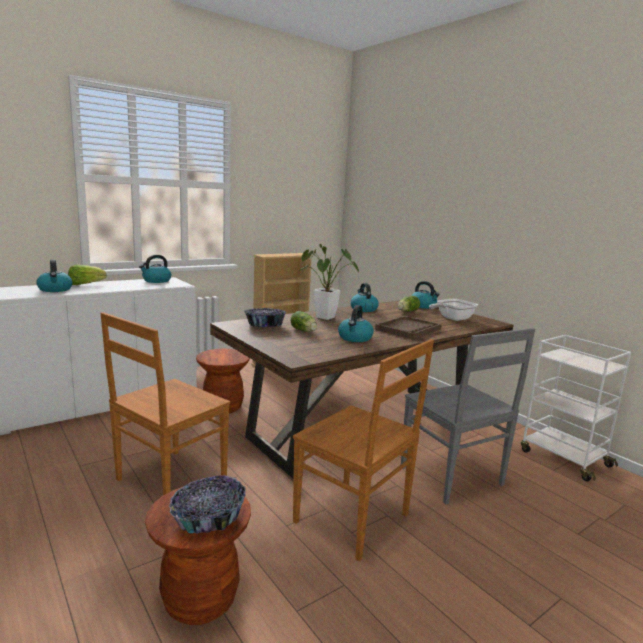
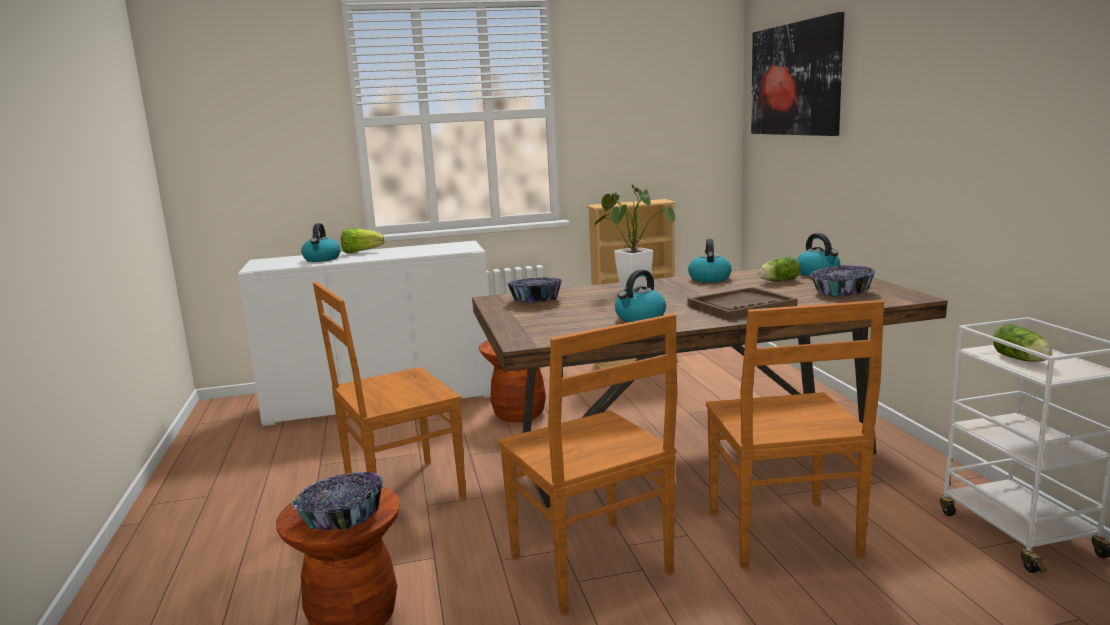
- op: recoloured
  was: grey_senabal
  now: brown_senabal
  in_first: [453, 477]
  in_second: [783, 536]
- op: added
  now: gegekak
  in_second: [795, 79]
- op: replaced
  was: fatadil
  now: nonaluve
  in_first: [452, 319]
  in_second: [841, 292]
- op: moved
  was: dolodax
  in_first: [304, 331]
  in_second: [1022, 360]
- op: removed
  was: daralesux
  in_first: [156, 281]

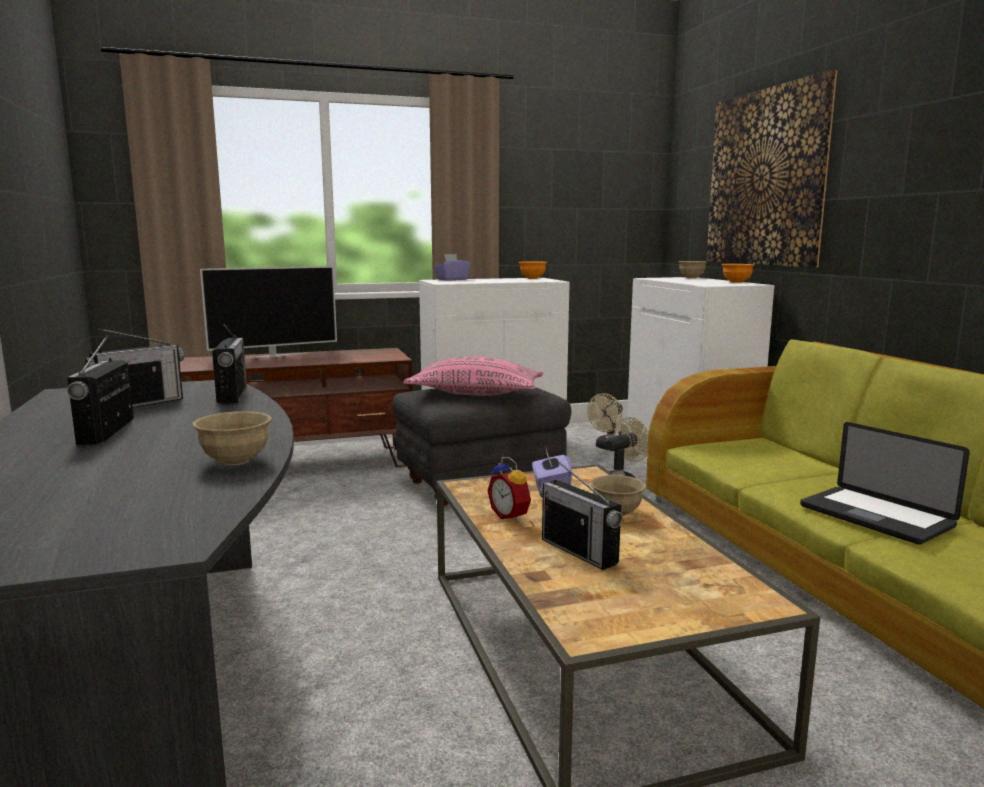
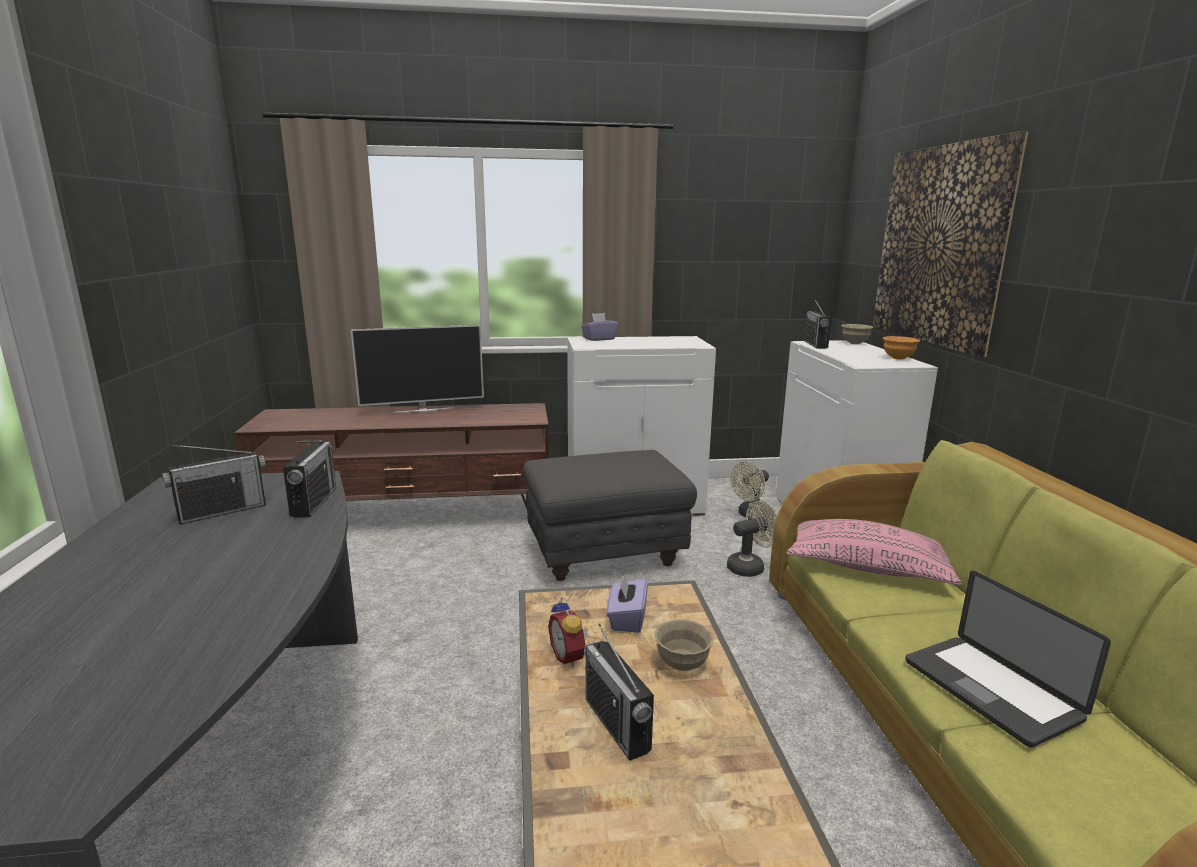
- op: moved
  was: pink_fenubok
  in_first: [475, 394]
  in_second: [868, 567]
- op: moved
  was: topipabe
  in_first: [106, 431]
  in_second: [815, 345]
- op: removed
  was: beige_nonaluve
  in_first: [235, 461]
- op: removed
  was: orange_nonaluve
  in_first: [532, 278]

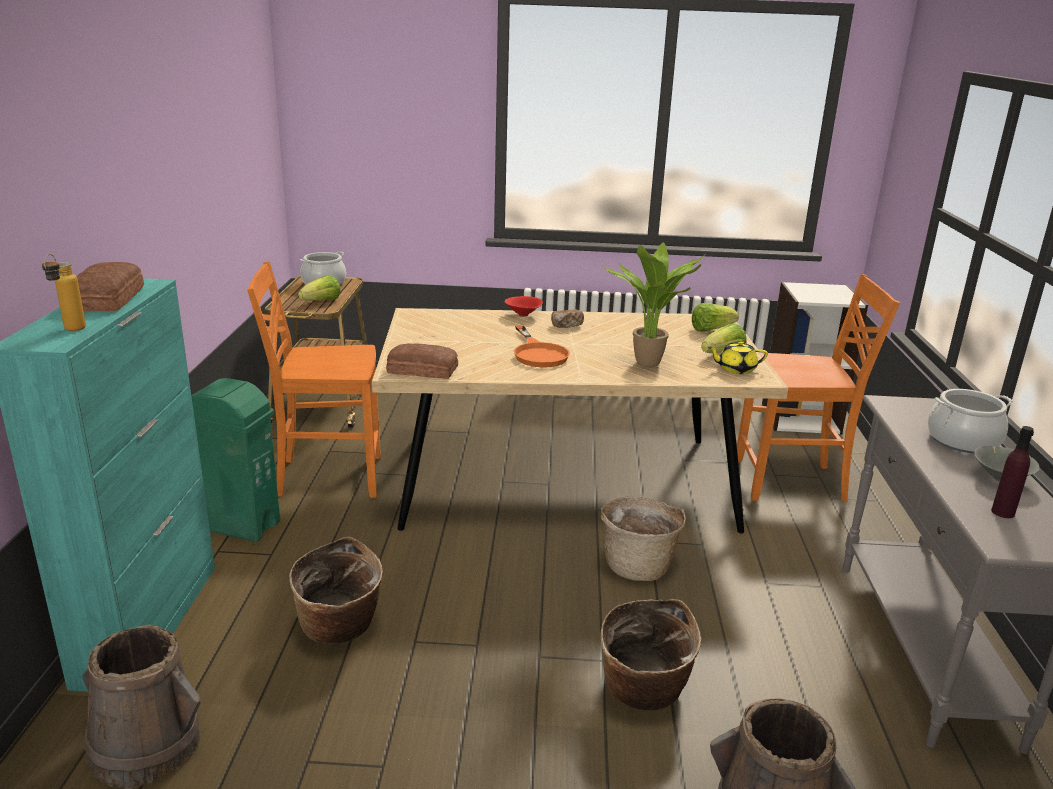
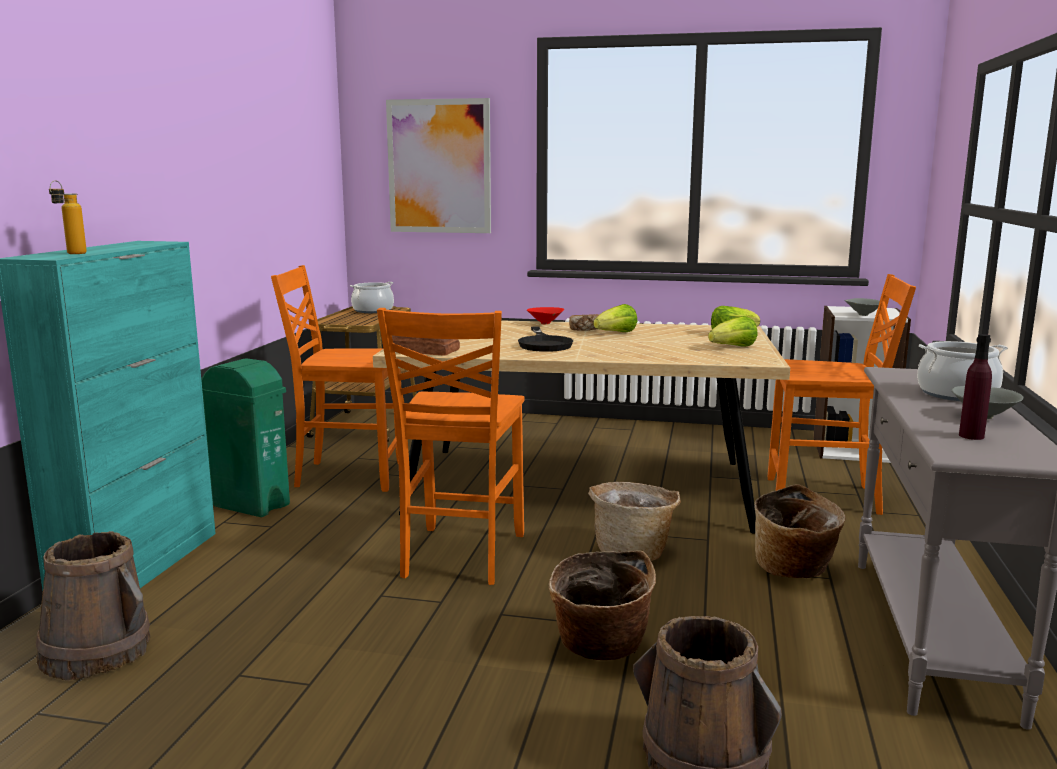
- op: added
  now: orange_senabal
  in_second: [460, 556]
- op: added
  now: gegekak
  in_second: [439, 166]
- op: recoloured
  was: orange_fatadil
  now: black_fatadil
  in_first: [538, 353]
  in_second: [544, 344]
- op: moved
  was: dolodax
  in_first: [322, 301]
  in_second: [616, 333]
- op: moved
  was: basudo
  in_first: [339, 628]
  in_second: [794, 570]
- op: added
  now: grey_nonaluve
  in_second: [862, 315]
- op: removed
  was: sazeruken
  in_first: [110, 298]
- op: removed
  was: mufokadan
  in_first: [651, 365]
- op: removed
  was: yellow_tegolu
  in_first: [735, 369]

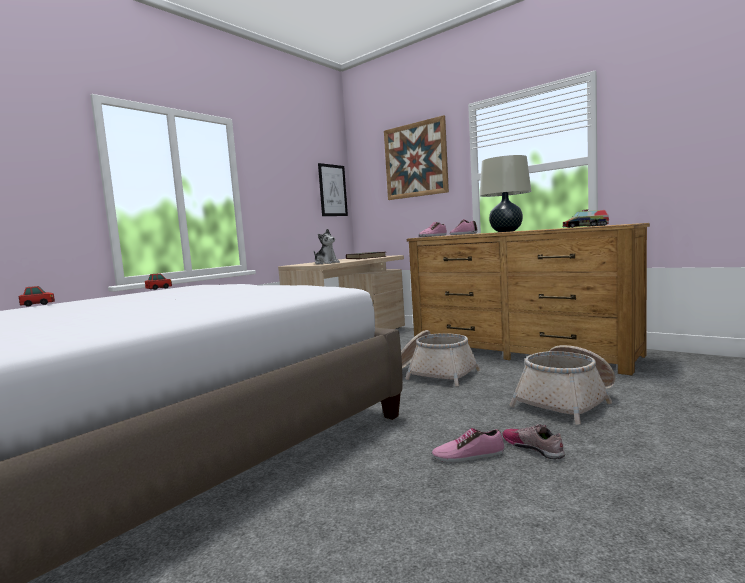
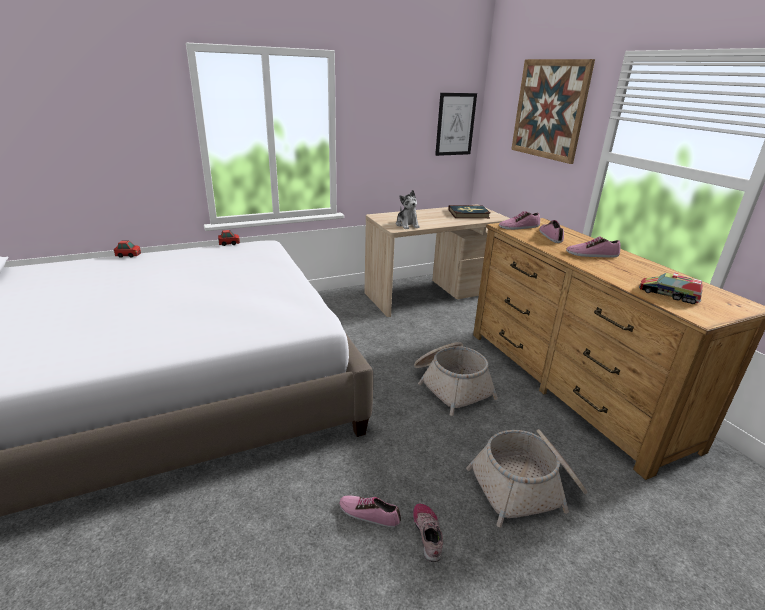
- op: replaced
  was: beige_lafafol
  now: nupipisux
  in_first: [506, 231]
  in_second: [591, 254]

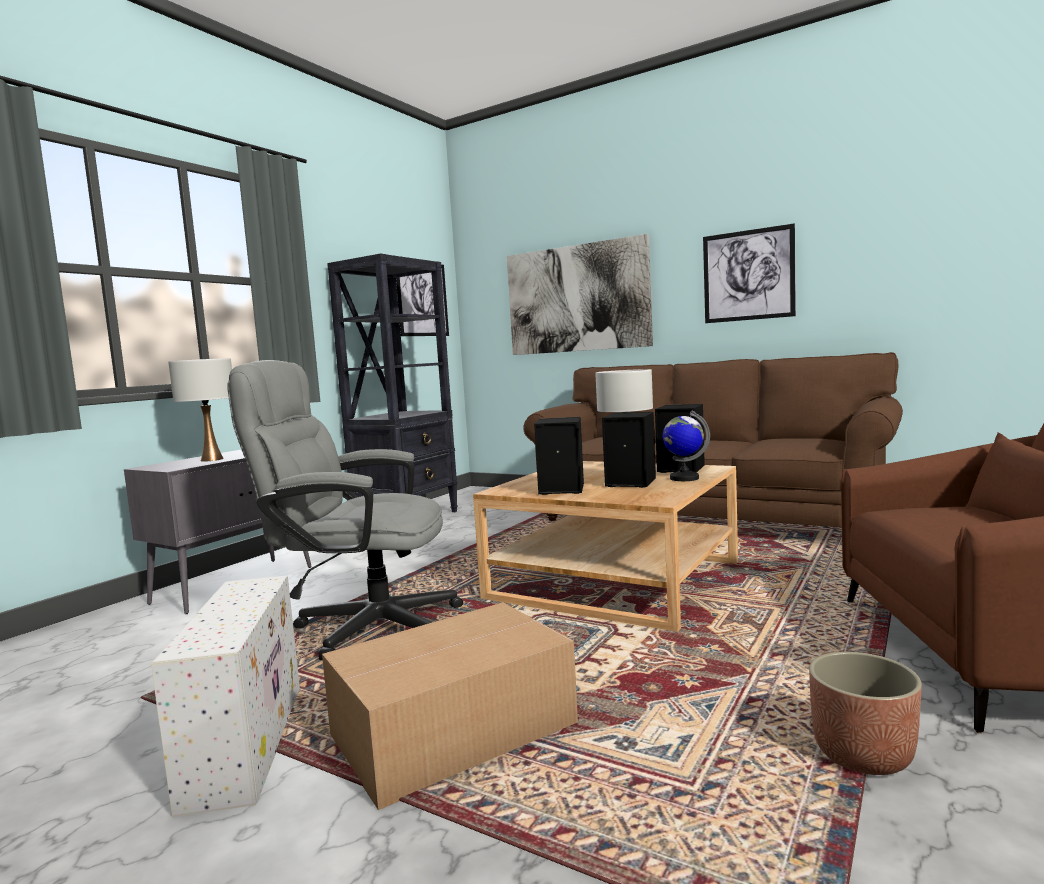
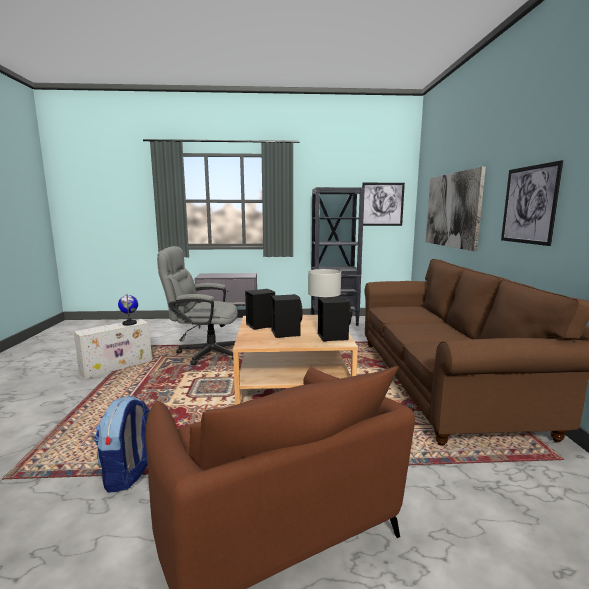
- op: replaced
  was: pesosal
  now: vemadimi
  in_first: [863, 755]
  in_second: [129, 473]
- op: moved
  was: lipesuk
  in_first: [684, 478]
  in_second: [129, 323]
- op: turned
  was: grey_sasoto
  in_first: [362, 626]
  in_second: [204, 353]
  clockwise: -60
- op: removed
  was: white_lafafol
  in_first: [212, 459]
- op: removed
  was: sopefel
  in_first: [450, 731]

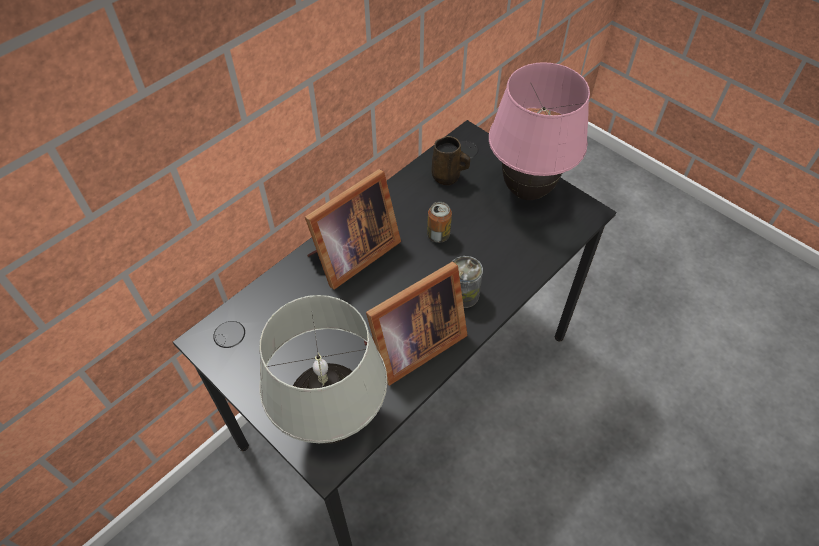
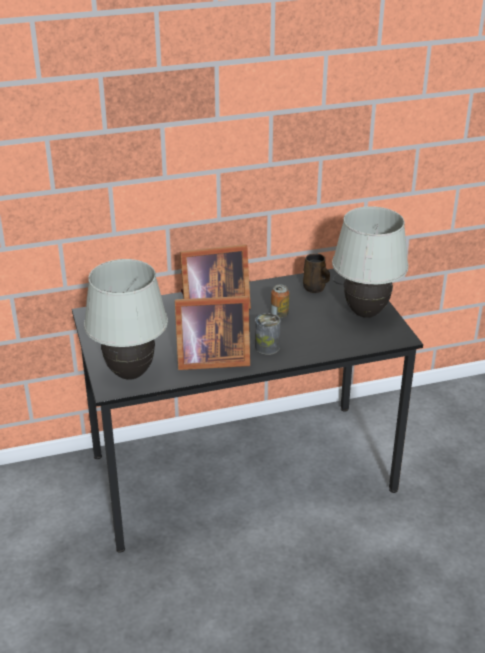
- op: recoloured
  was: pink_lafafol
  now: white_lafafol
  in_first: [526, 191]
  in_second: [365, 312]

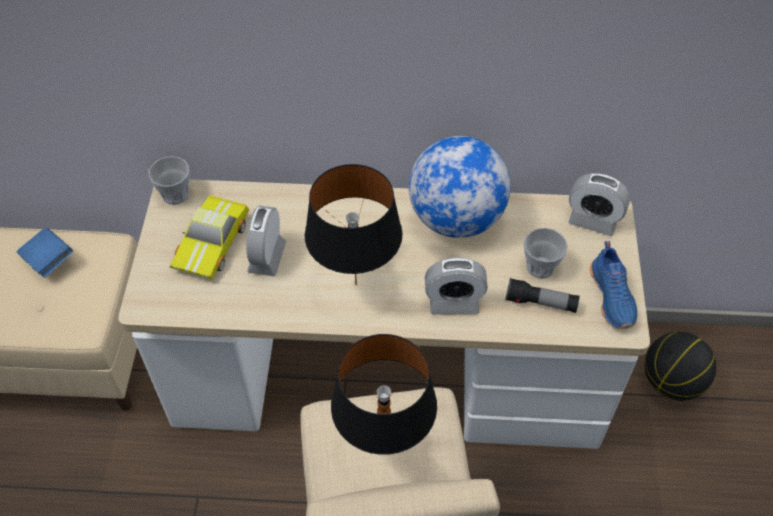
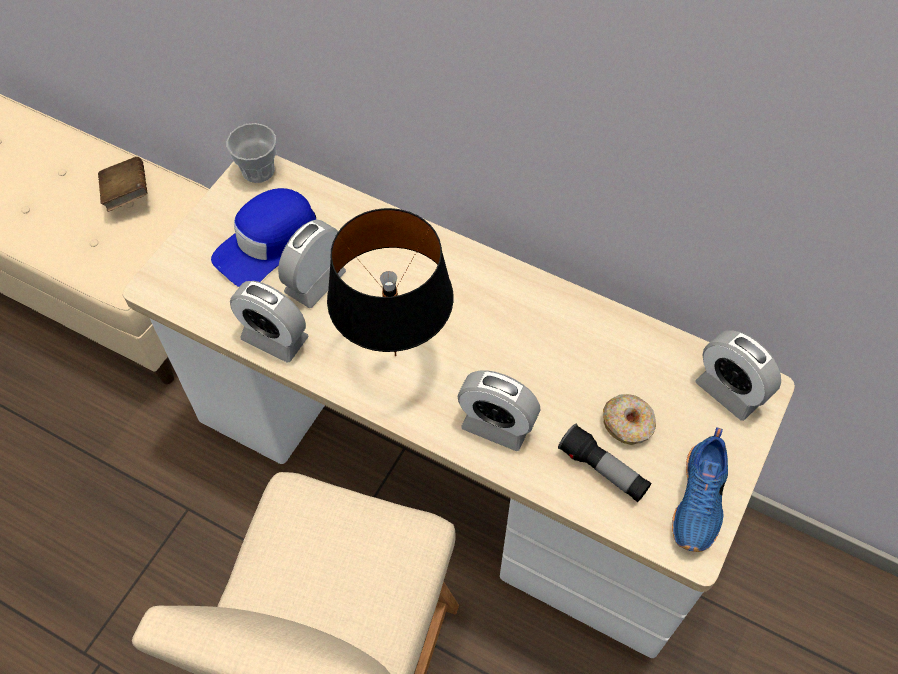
- op: recoloured
  was: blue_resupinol
  now: brown_resupinol
  in_first: [49, 261]
  in_second: [127, 194]
- op: replaced
  was: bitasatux
  now: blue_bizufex
  in_first: [214, 243]
  in_second: [267, 243]
- op: added
  now: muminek
  in_second: [274, 338]
- op: replaced
  was: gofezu
  now: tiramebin
  in_first: [540, 267]
  in_second: [628, 424]
- op: removed
  was: black_lafafol
  in_first: [383, 447]
- op: removed
  was: lipesuk
  in_first: [456, 219]
- op: removed
  was: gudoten
  in_first: [672, 382]

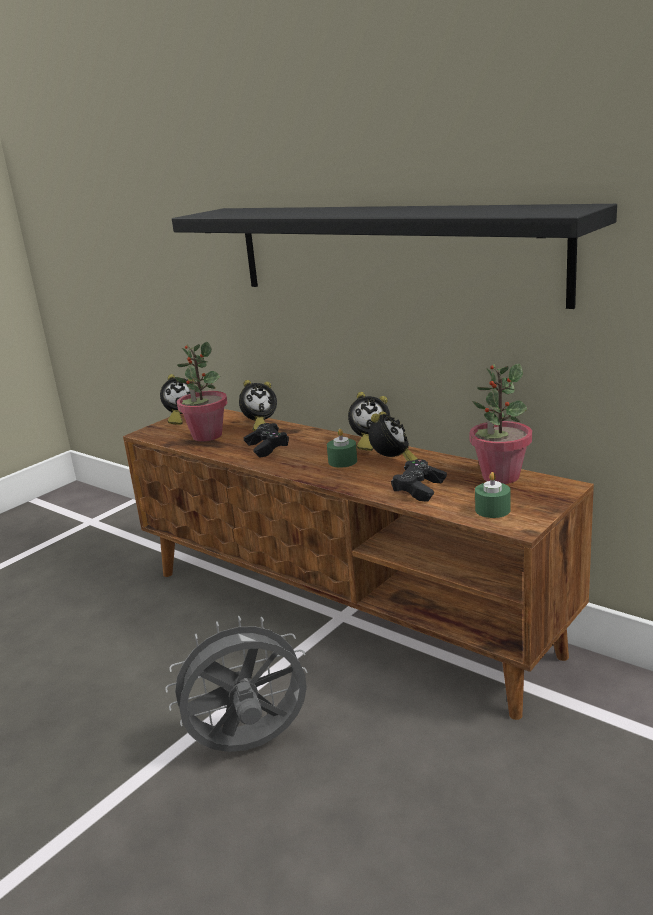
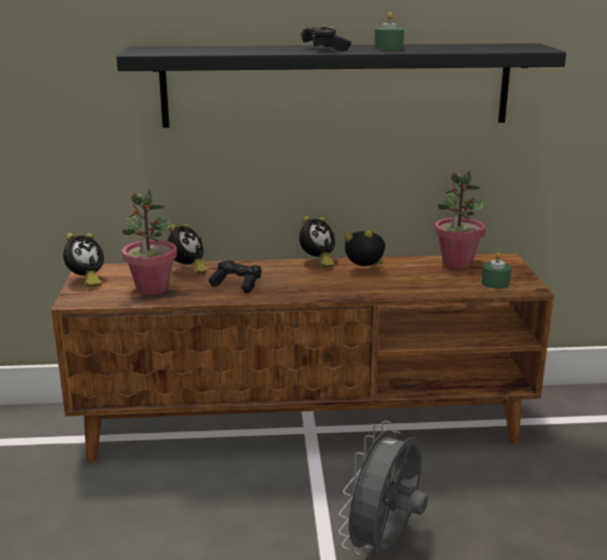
- op: moved
  was: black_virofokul
  in_first: [419, 489]
  in_second: [325, 49]
- op: turned
  was: muminek
  in_first: [392, 462]
  in_second: [365, 271]
  clockwise: -45
- op: moved
  was: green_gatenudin
  in_first: [342, 461]
  in_second: [388, 48]

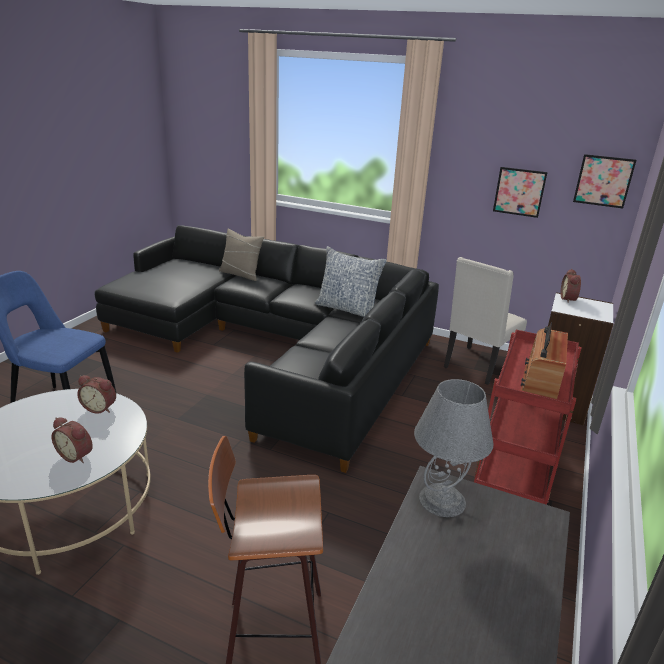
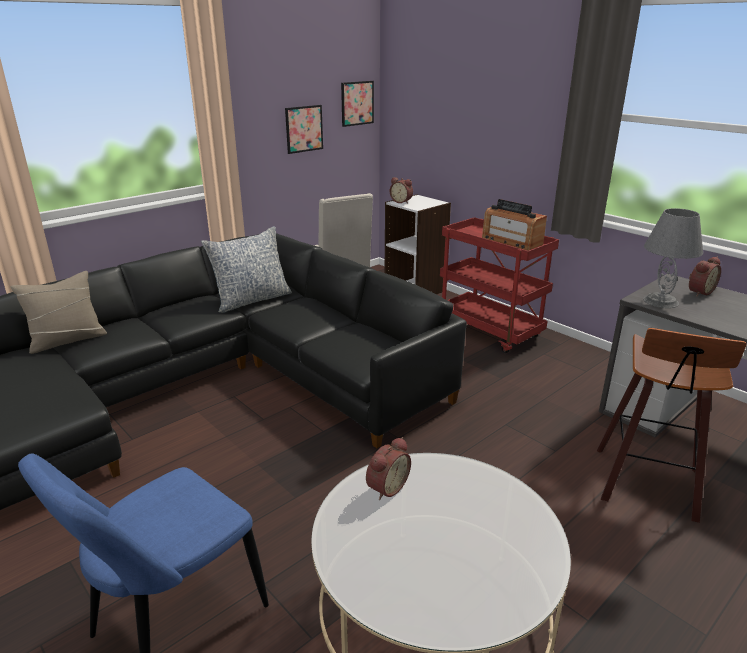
- op: moved
  was: muminek
  in_first: [77, 455]
  in_second: [698, 292]

